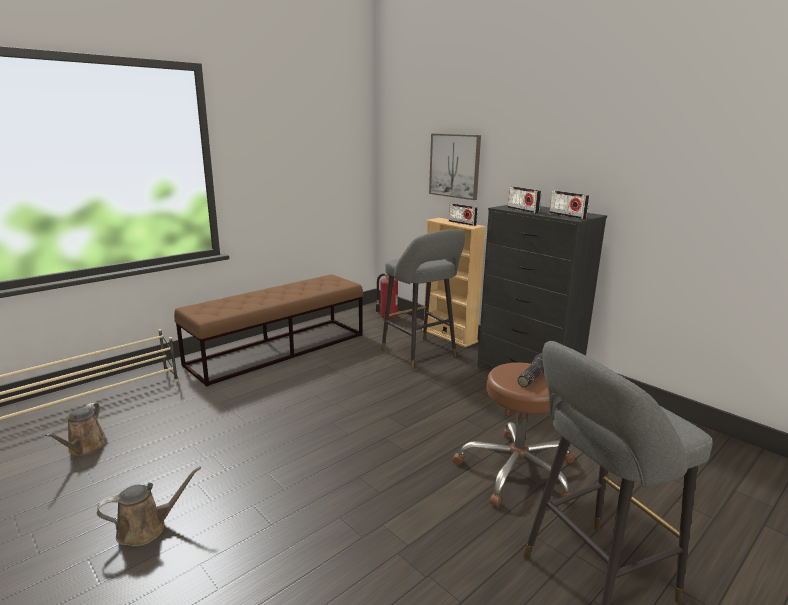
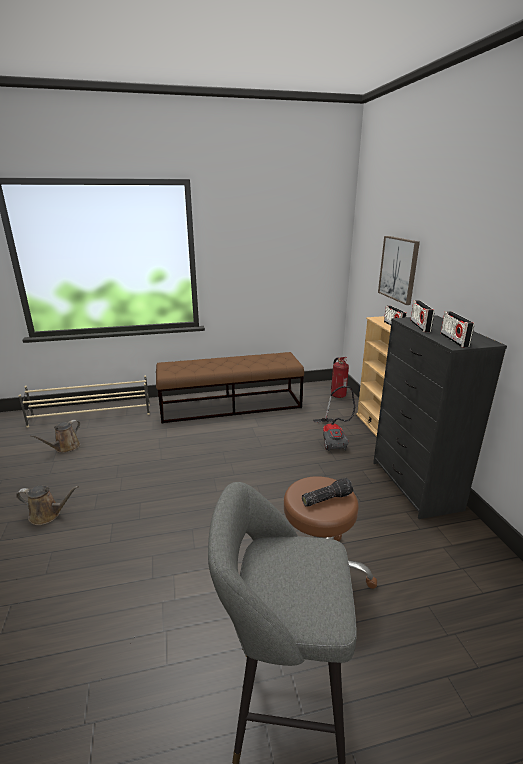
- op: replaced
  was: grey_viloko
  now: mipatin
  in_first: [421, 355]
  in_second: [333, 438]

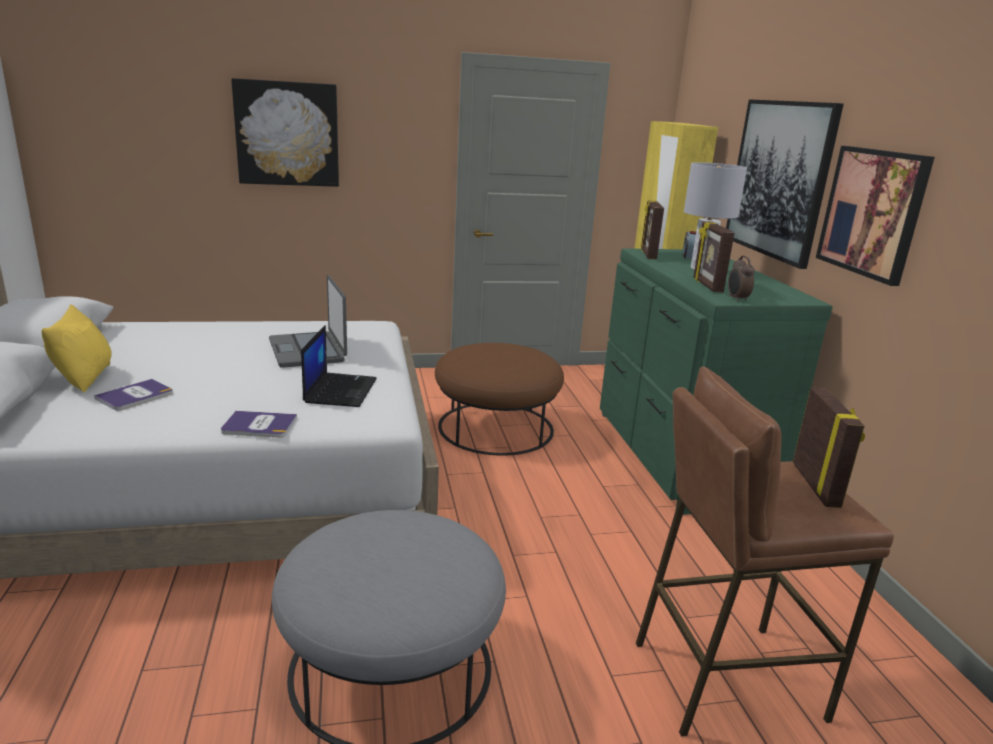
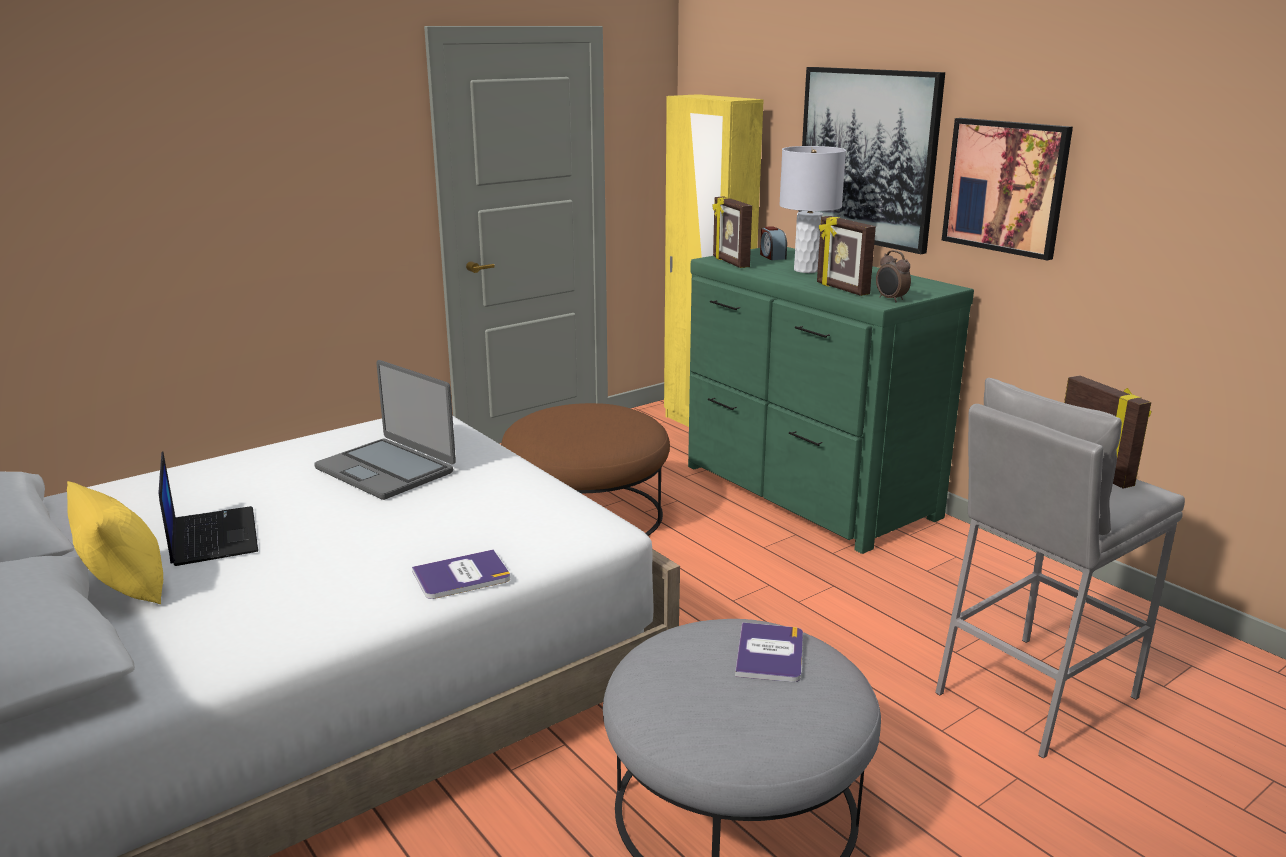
- op: moved
  was: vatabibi
  in_first: [340, 390]
  in_second: [212, 536]
- op: moved
  was: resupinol
  in_first: [135, 396]
  in_second: [769, 653]
- op: recoloured
  was: brown_viloko
  now: grey_viloko
  in_first: [725, 678]
  in_second: [1033, 694]
- op: removed
  was: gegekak
  in_first: [287, 134]

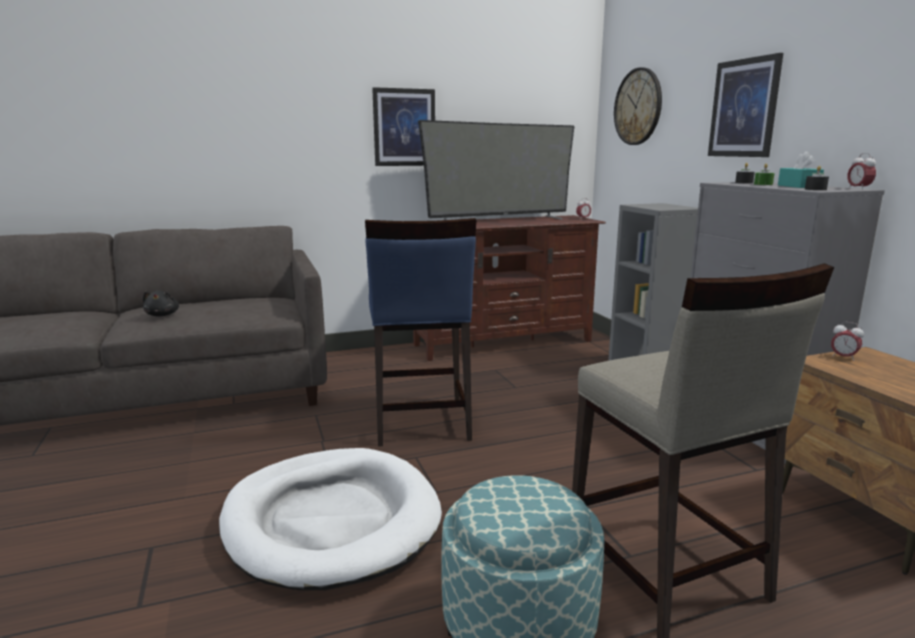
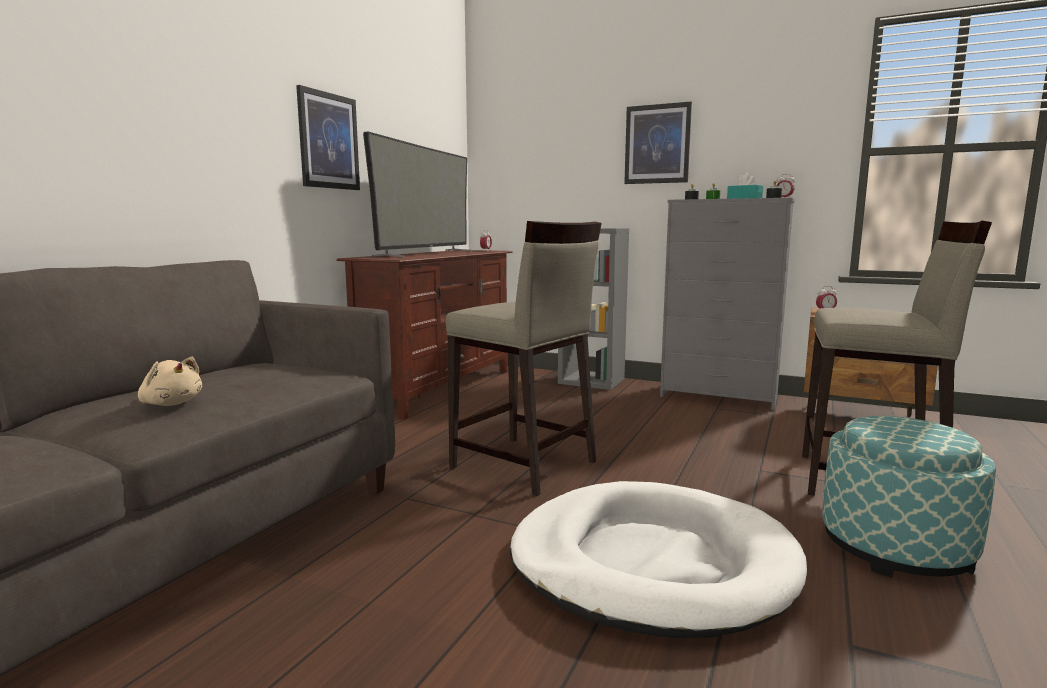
- op: recoloured
  was: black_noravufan
  now: beige_noravufan
  in_first: [163, 315]
  in_second: [171, 403]
- op: recoloured
  was: blue_viloko
  now: beige_viloko
  in_first: [420, 422]
  in_second: [524, 465]
- op: removed
  was: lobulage
  in_first: [638, 107]

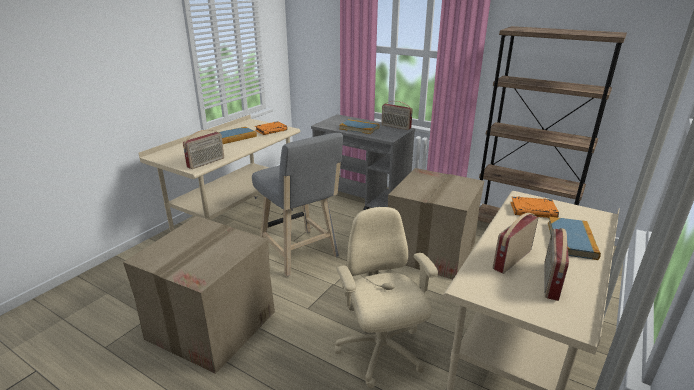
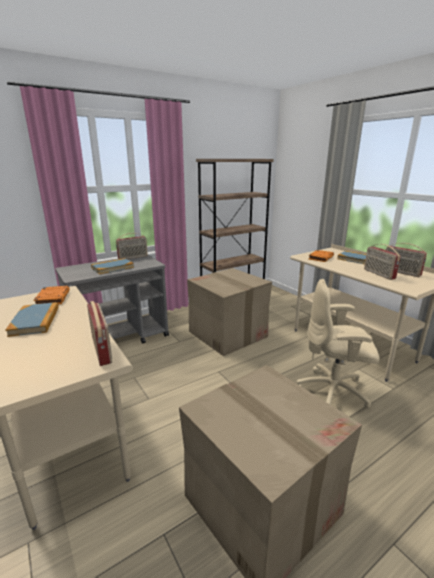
- op: removed
  was: grey_viloko
  in_first: [300, 254]

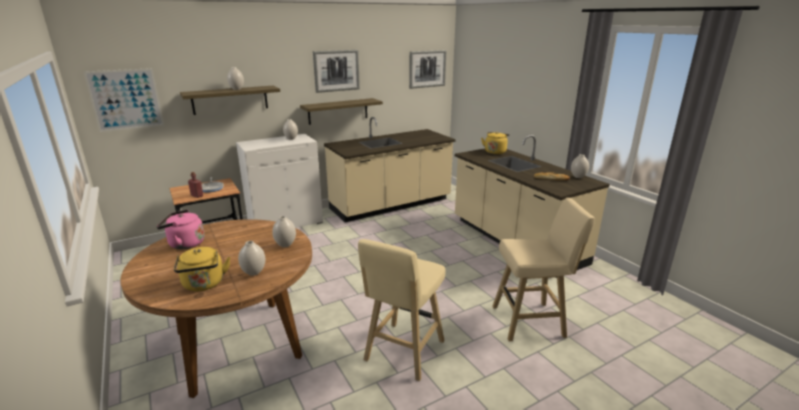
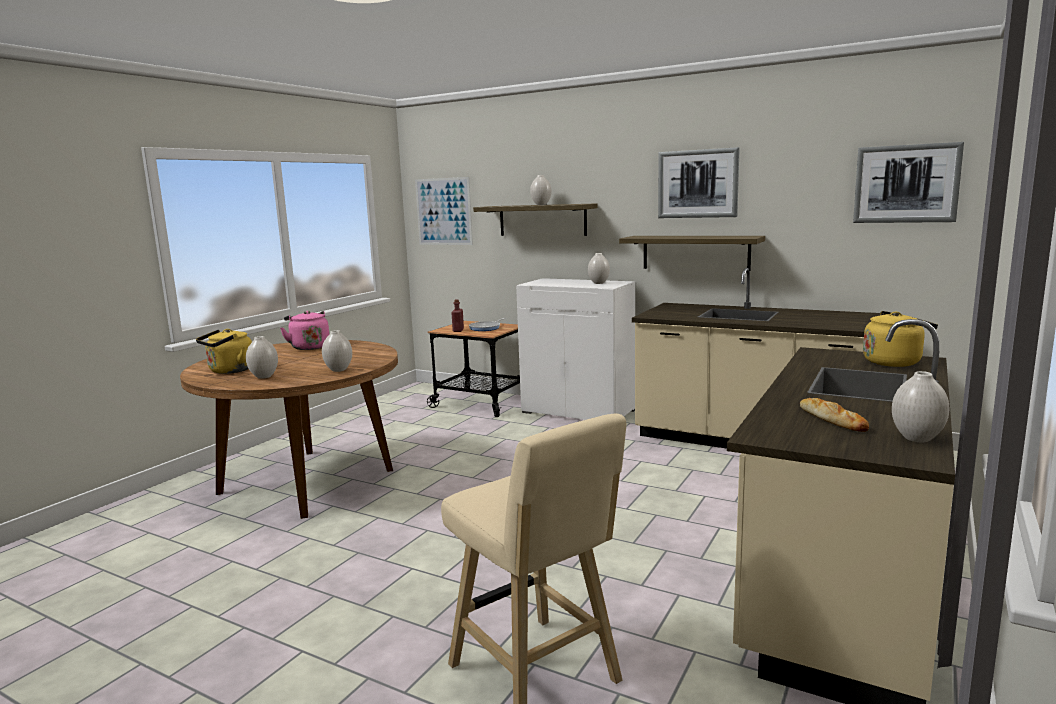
- op: removed
  was: beige_viloko
  in_first: [402, 353]

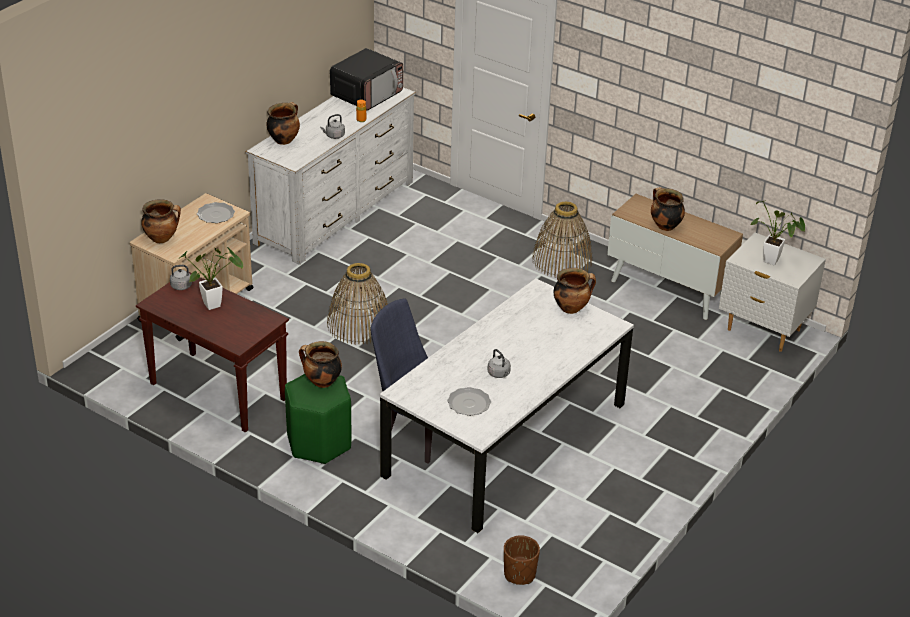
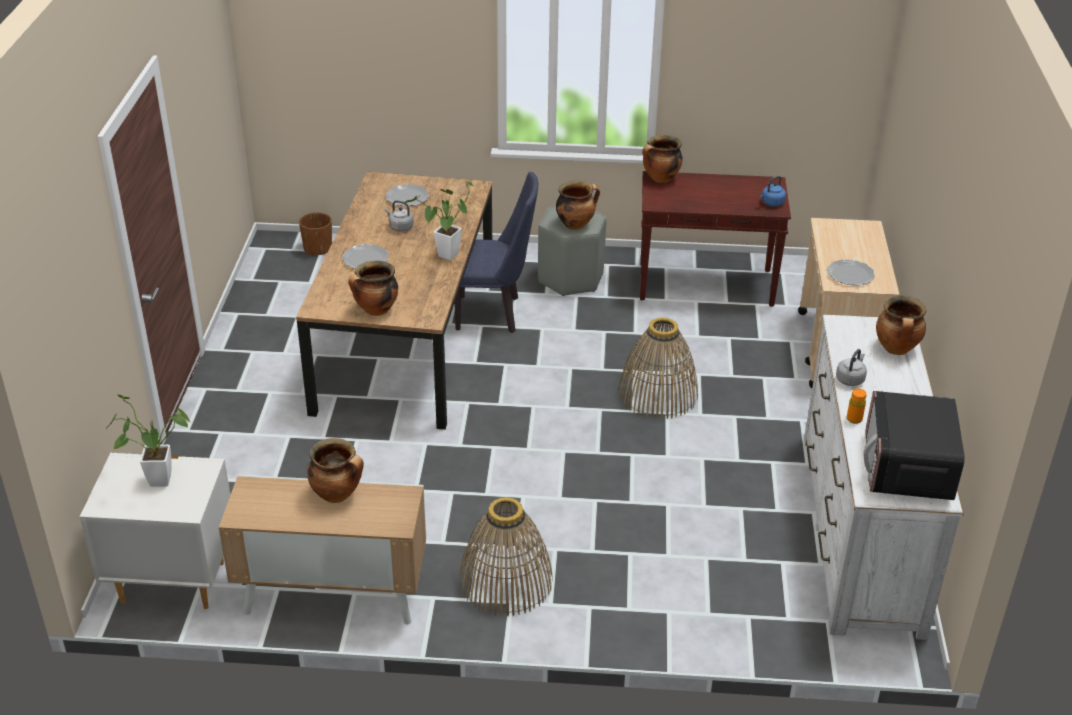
- op: recoloured
  was: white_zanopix
  now: brown_zanopix
  in_first: [506, 438]
  in_second: [407, 340]
- op: added
  now: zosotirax
  in_second: [366, 259]
- op: moved
  was: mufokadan
  in_first: [216, 304]
  in_second: [445, 257]
- op: recoloured
  was: green_viloko
  now: grey_viloko
  in_first: [319, 442]
  in_second: [571, 279]
- op: moved
  was: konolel
  in_first: [162, 238]
  in_second: [660, 179]
- op: recoloured
  was: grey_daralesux
  now: blue_daralesux
  in_first: [182, 286]
  in_second: [771, 203]

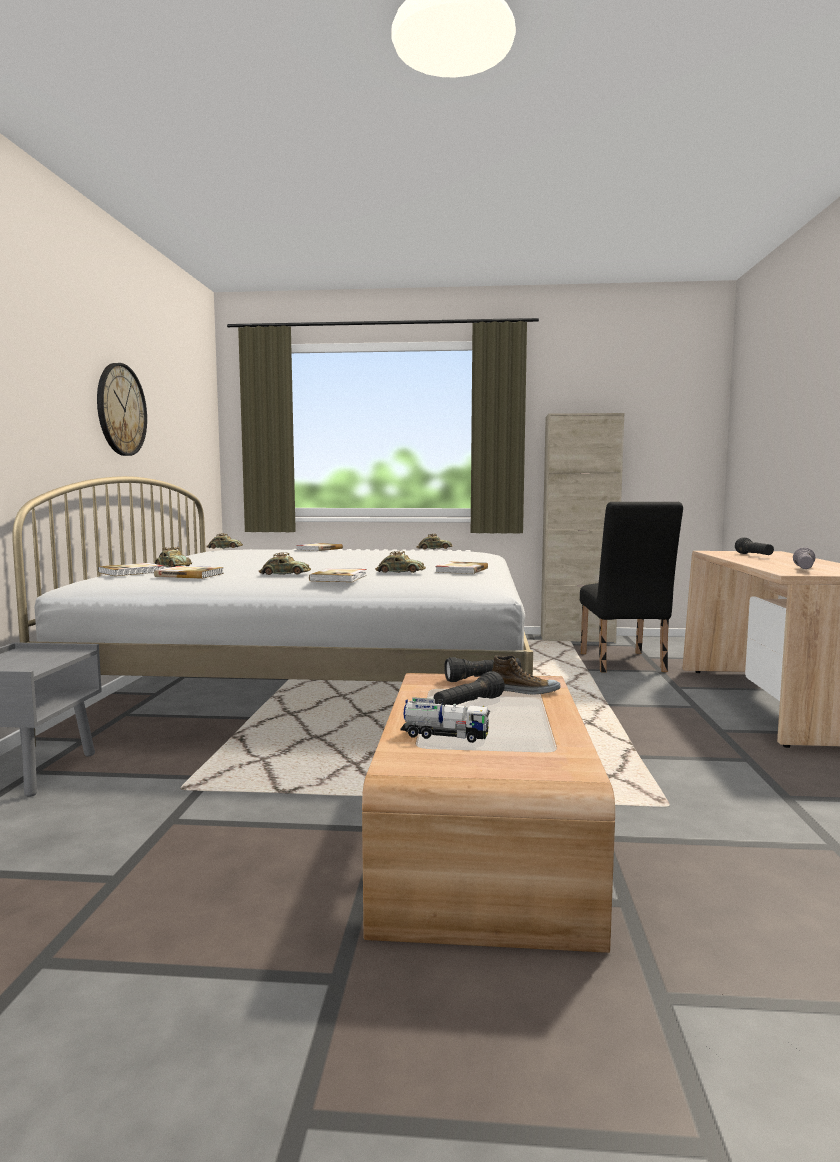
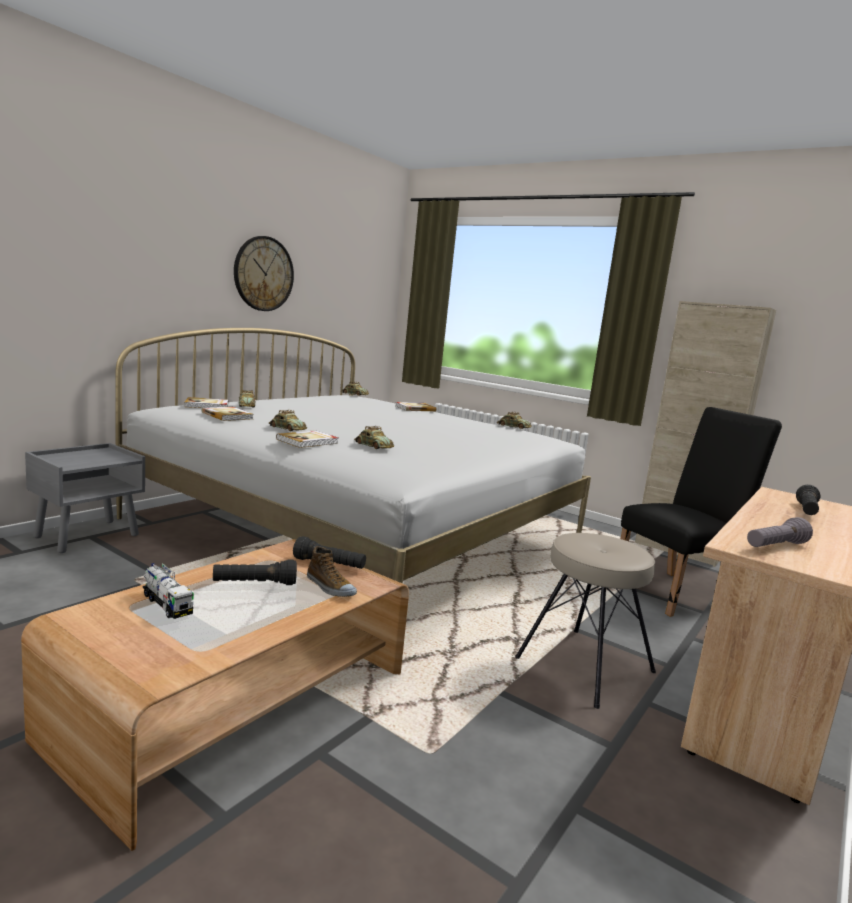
- op: added
  now: beige_viloko
  in_second: [583, 664]
- op: turned
  was: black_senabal
  in_first: [623, 664]
  in_second: [677, 592]
  clockwise: -150
- op: removed
  was: resupinol
  in_first: [461, 570]

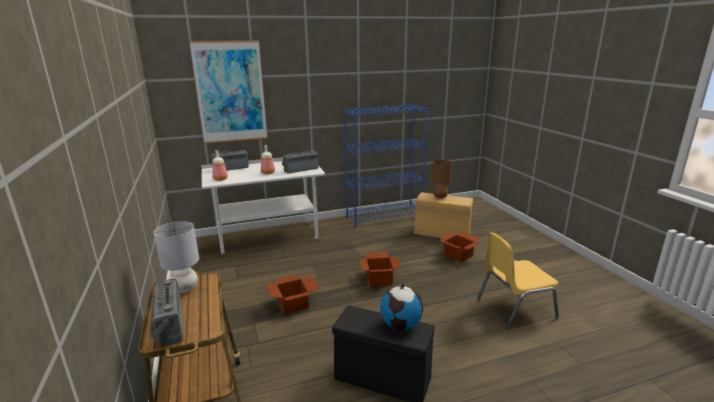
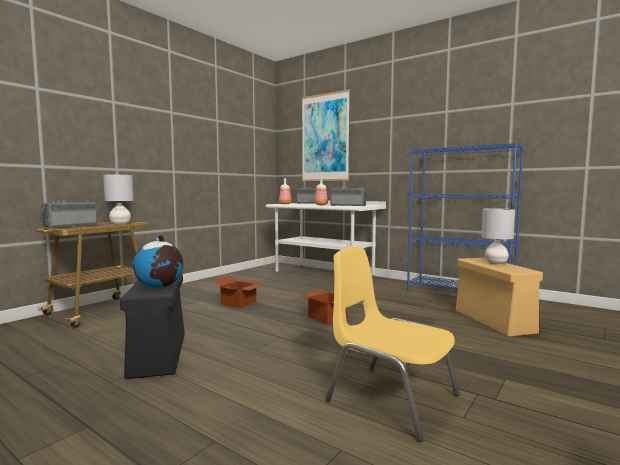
- op: recoloured
  was: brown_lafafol
  now: grey_lafafol
  in_first: [440, 196]
  in_second: [495, 262]
- op: removed
  was: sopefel
  in_first: [459, 255]

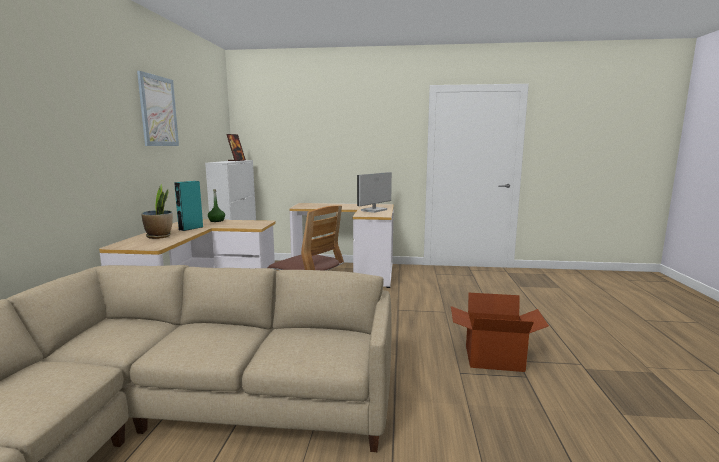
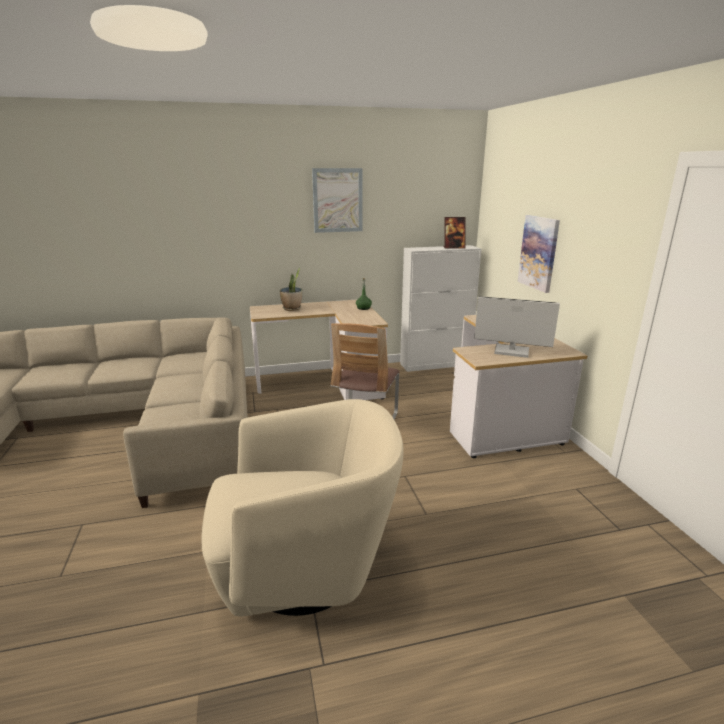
- op: replaced
  was: sopefel
  now: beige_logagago
  in_first: [494, 359]
  in_second: [306, 567]
- op: added
  now: gegekak
  in_second: [539, 253]
- op: removed
  was: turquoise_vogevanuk
  in_first: [191, 228]

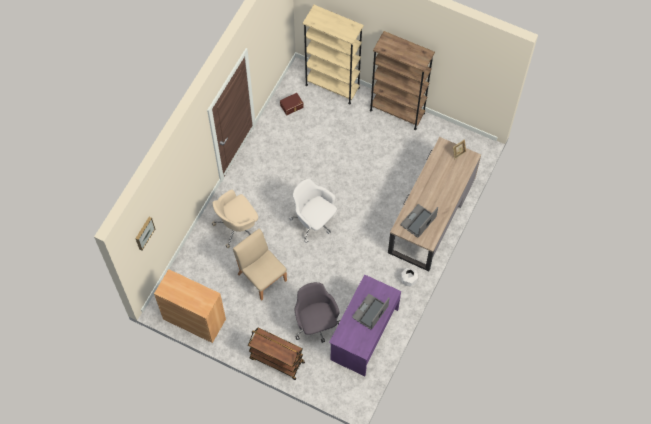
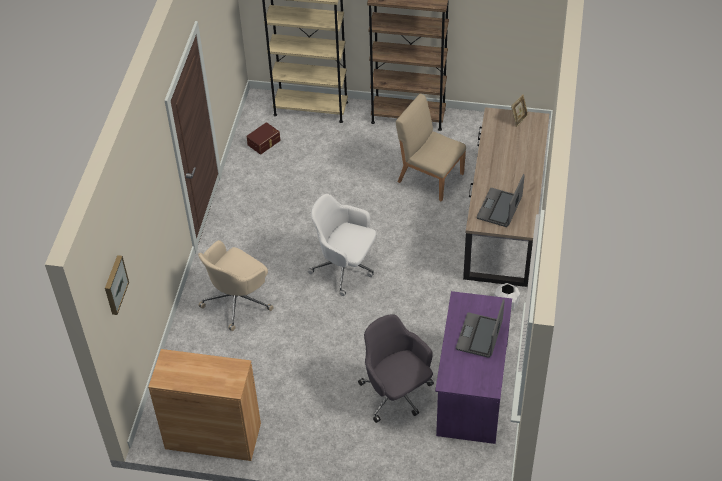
- op: moved
  was: beige_senabal
  in_first: [262, 276]
  in_second: [430, 177]
- op: removed
  was: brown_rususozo
  in_first: [276, 360]

